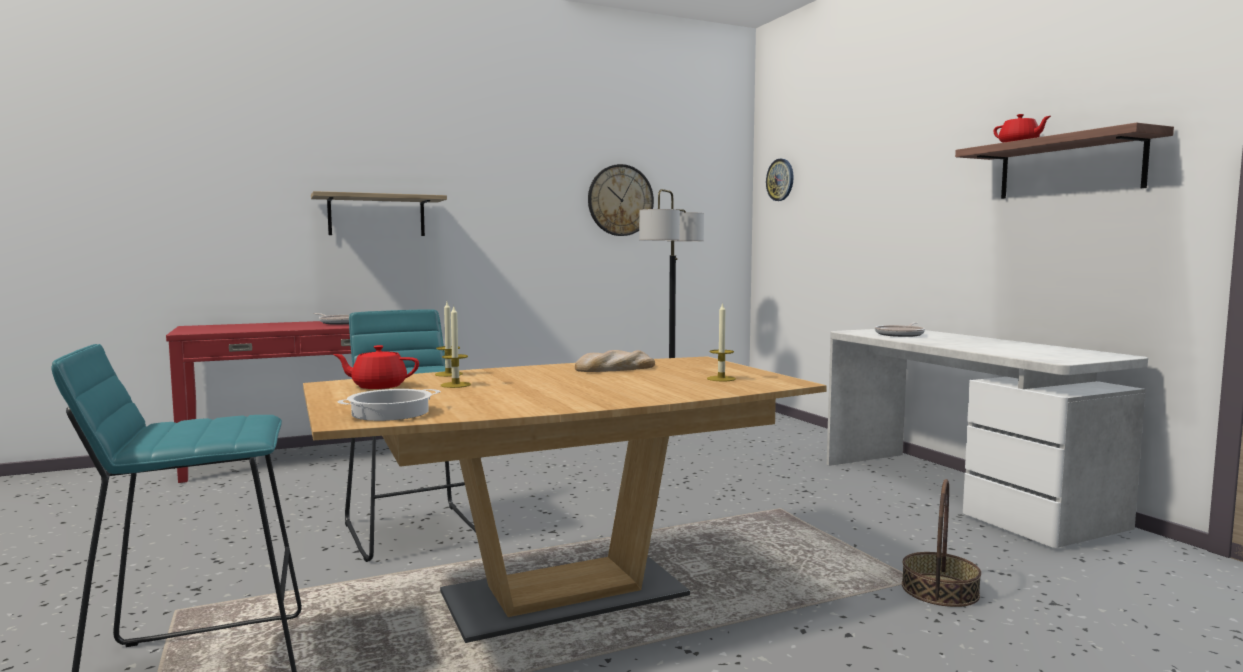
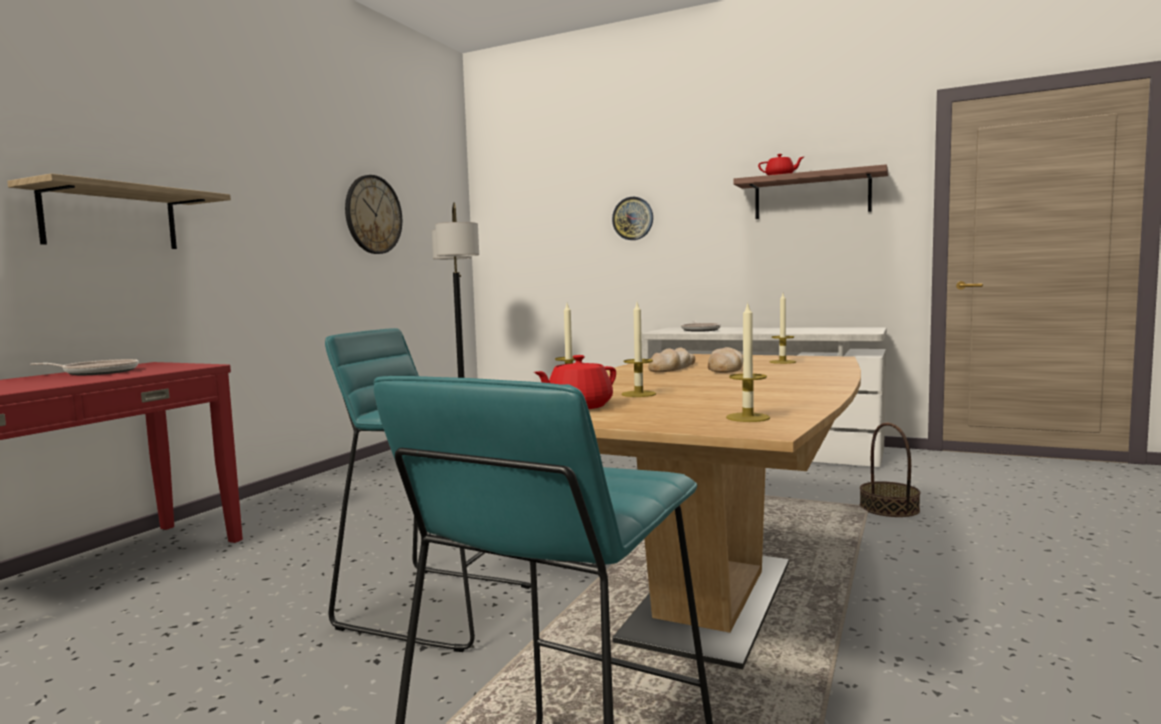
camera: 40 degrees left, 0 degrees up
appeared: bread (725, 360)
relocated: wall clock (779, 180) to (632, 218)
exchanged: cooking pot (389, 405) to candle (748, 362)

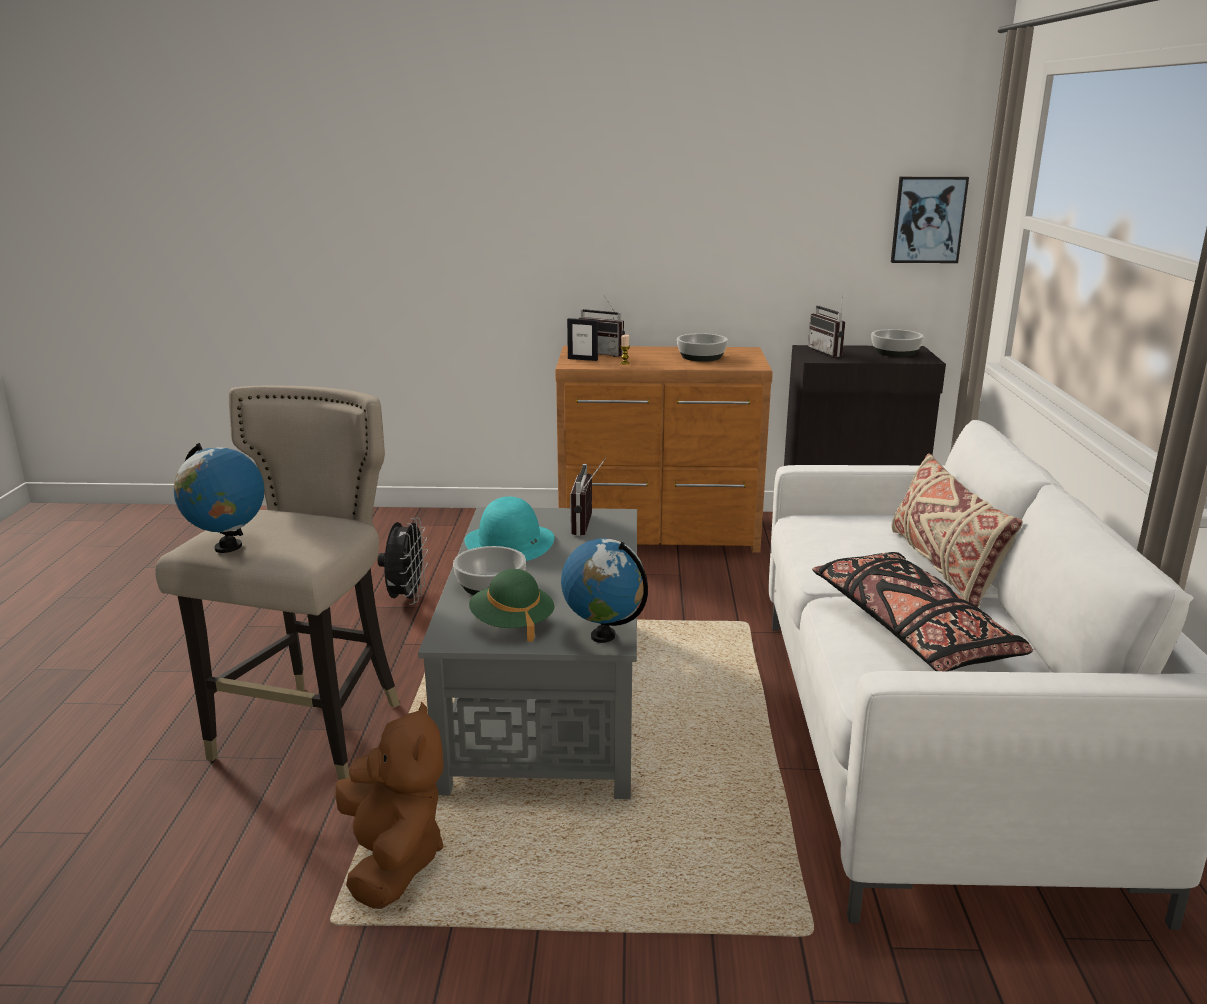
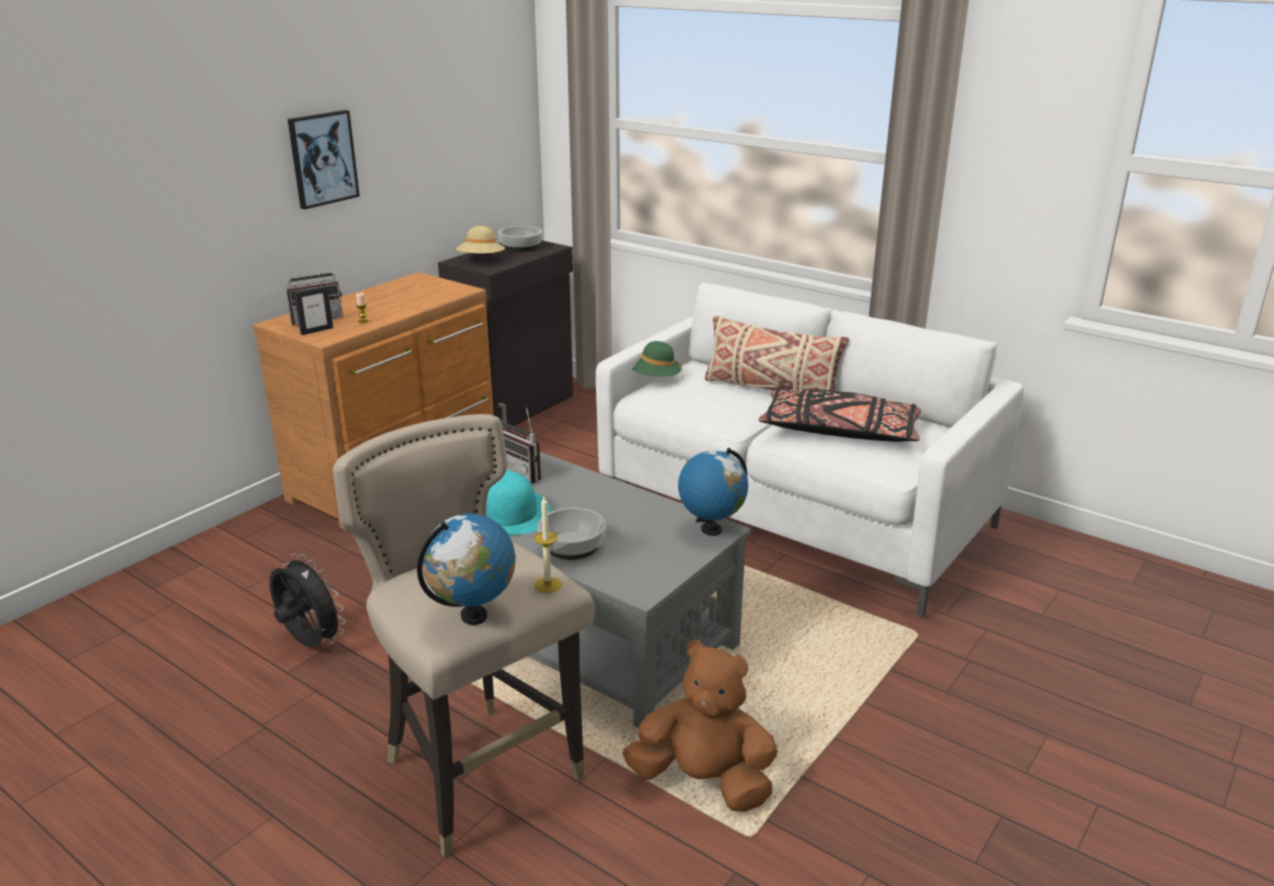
camera: 55 degrees left, 5 degrees up
missing: bowl (702, 347)
appeared: candle (548, 545)
relocated: picture (930, 220) to (324, 159); green hat (512, 605) to (657, 358)
exchanged: radio (826, 326) to beige hat (480, 240)

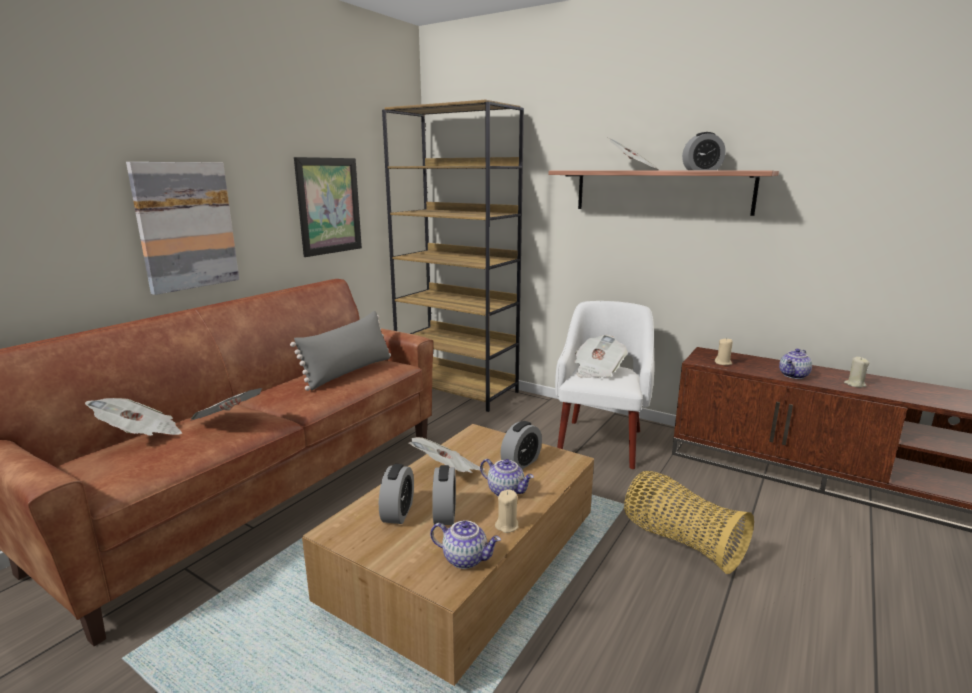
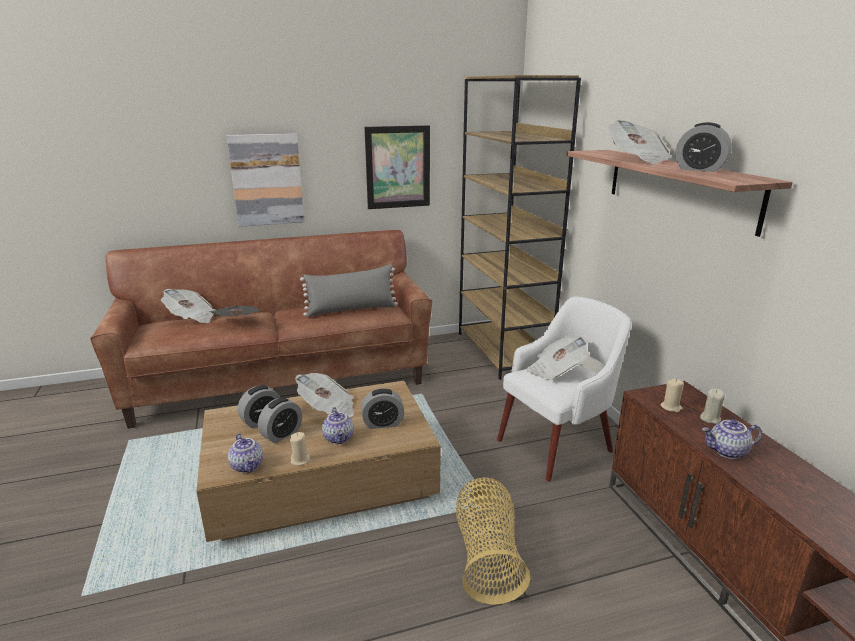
camera: 40 degrees right, 5 degrees up
relocated: beige candle (857, 372) to (712, 406)

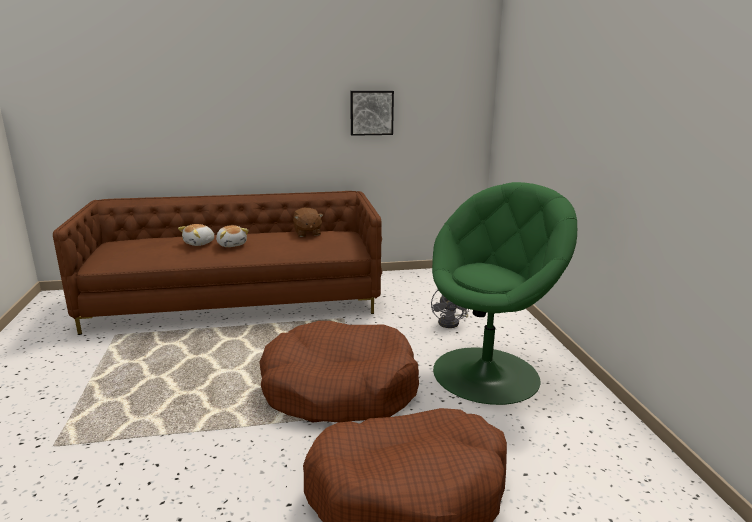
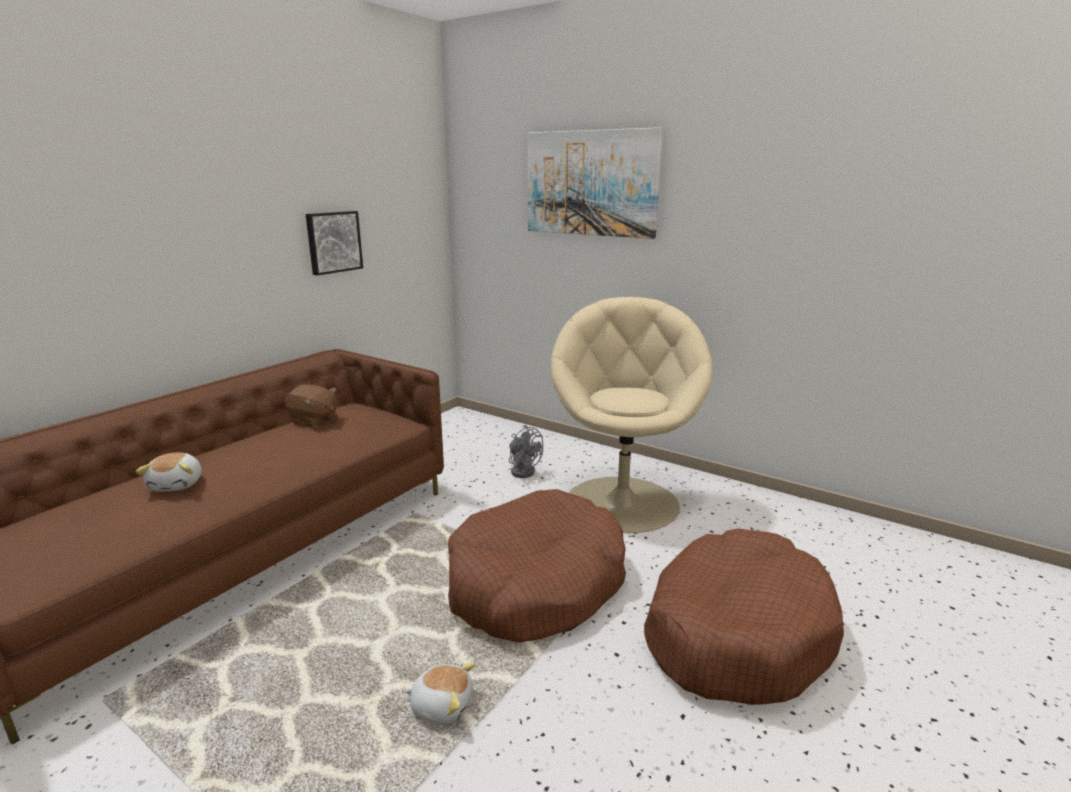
camera: 45 degrees left, 0 degrees up
appeared: picture (595, 183)
relocated: plush toy (232, 236) to (440, 693)
colour: green armchair (504, 293) to beige armchair (631, 415)

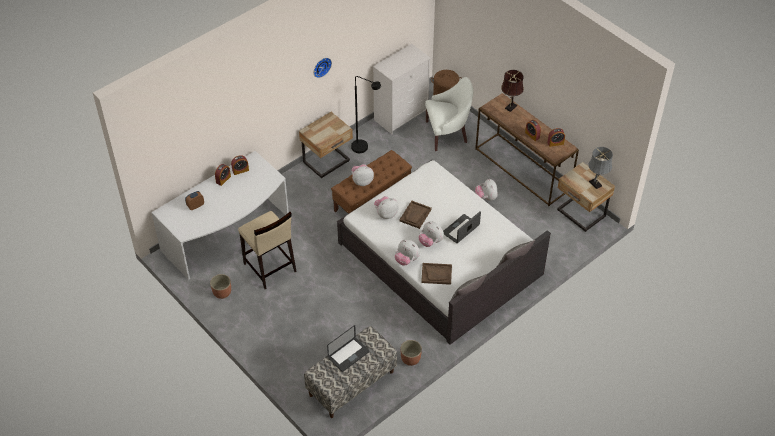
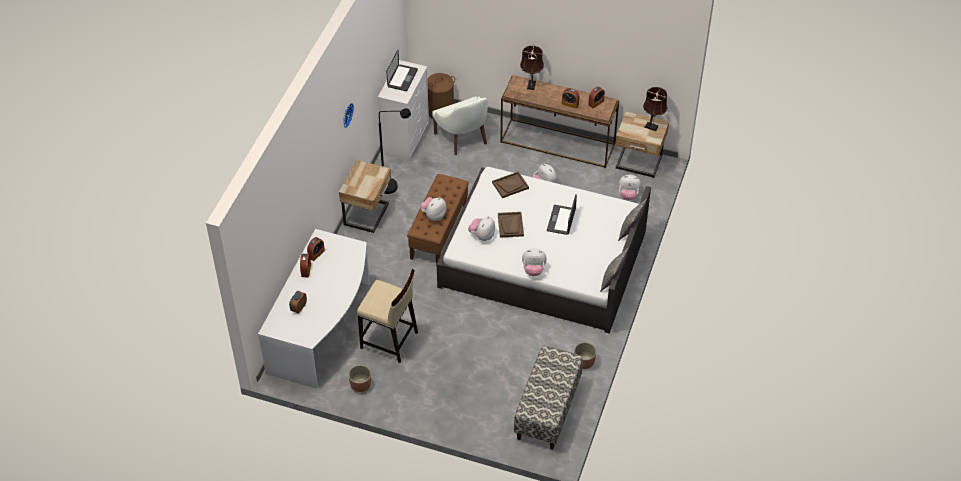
camera: 30 degrees left, 0 degrees up
relocated: laptop (348, 348) to (402, 70); brown tray (436, 274) to (510, 184); plush toy (431, 234) to (630, 187)
colour: grey table lamp (601, 168) to brown table lamp (655, 109)
spun: white armchair (449, 114) = (460, 125) 105 degrees clockwise

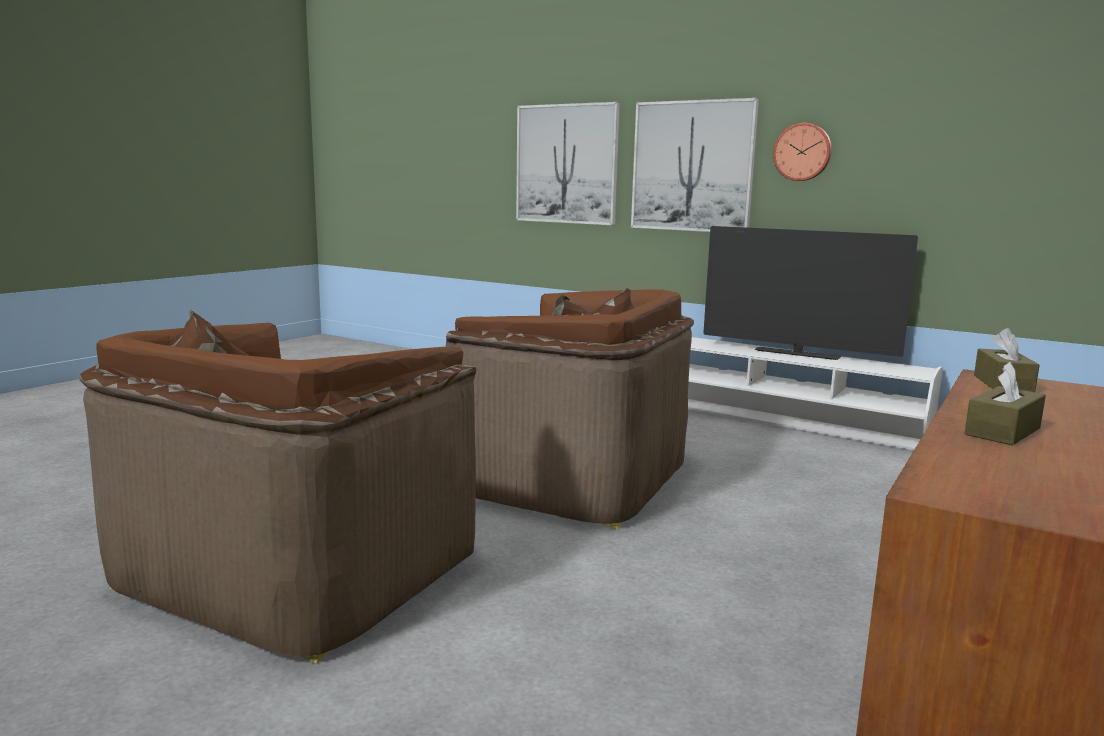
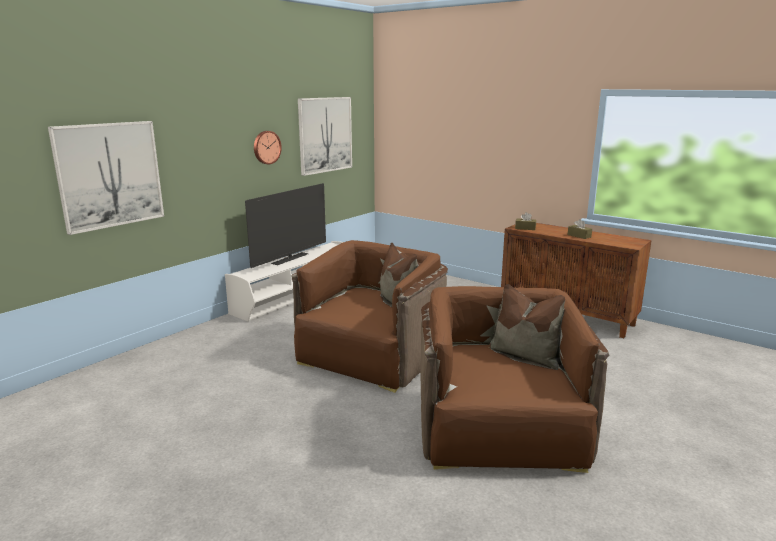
camera: 85 degrees left, 5 degrees up
relocated: picture (695, 165) to (325, 136)
spun: brown armchair (278, 486) = (515, 378) 120 degrees counterclockwise

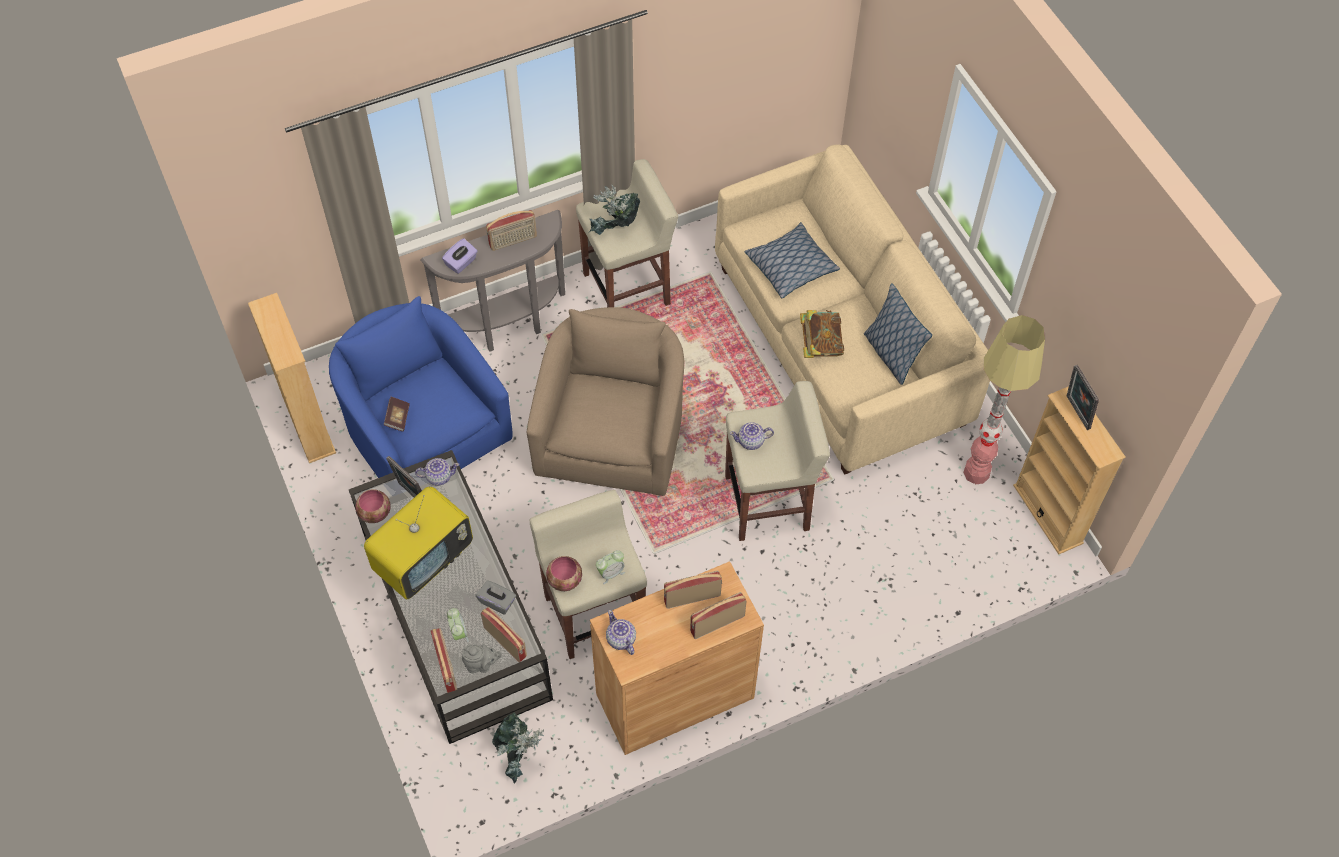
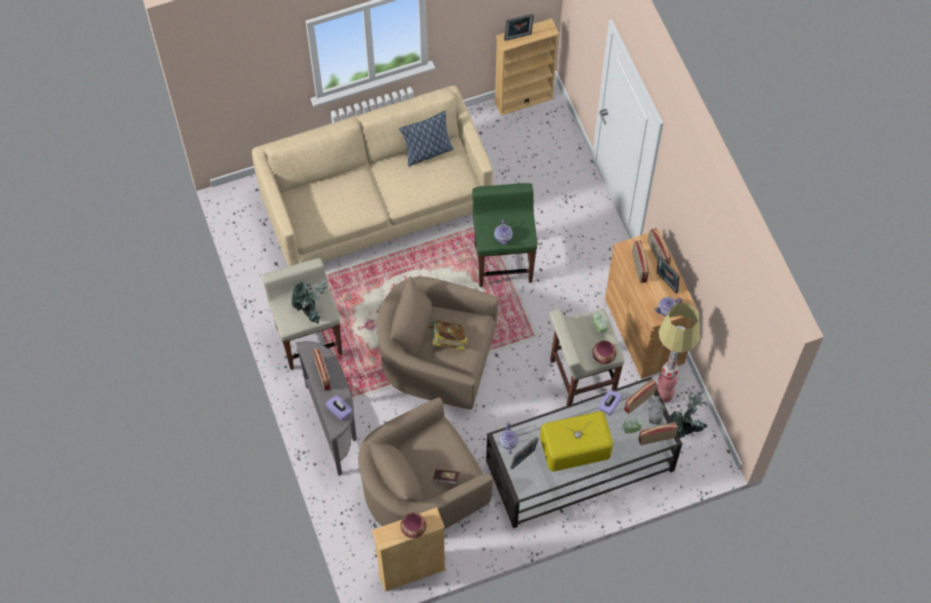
camera: 85 degrees left, 5 degrees up
missing: pillow (792, 260)
appeared: picture frame (668, 274)
relocated: bowl (373, 506) to (413, 525); book (822, 334) to (448, 335); floor lamp (1004, 399) to (678, 353)
colour: blue armchair (421, 387) to beige armchair (425, 463); beige stool (777, 461) to green stool (504, 235); grey tissue box (496, 598) to purple tissue box (610, 403)
spun: television (418, 543) = (576, 441) 60 degrees counterclockwise

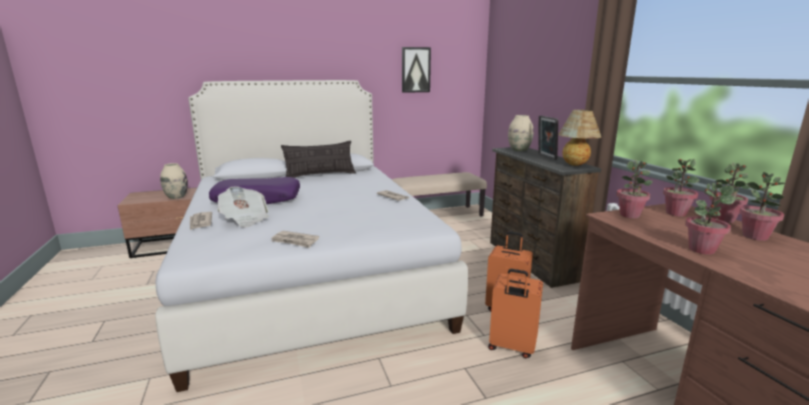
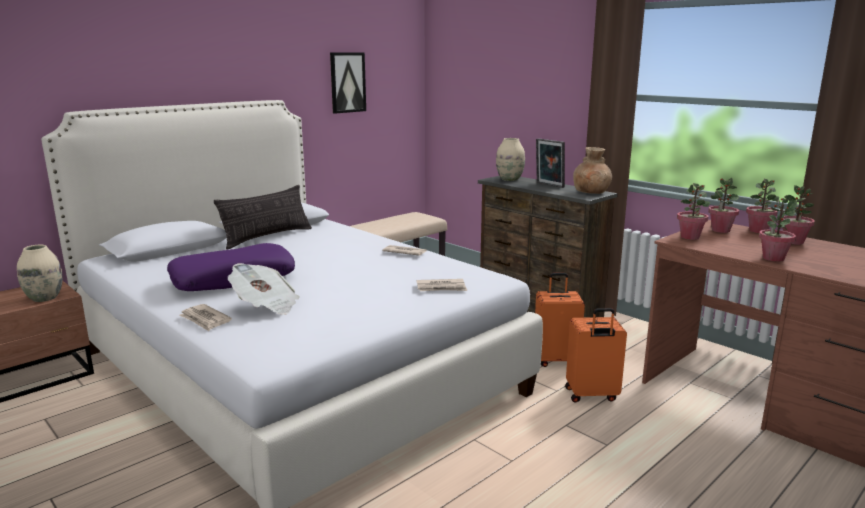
camera: 25 degrees left, 0 degrees up
relocated: newspaper (295, 239) to (441, 285)
exchanged: table lamp (579, 138) to brown vase (592, 170)

